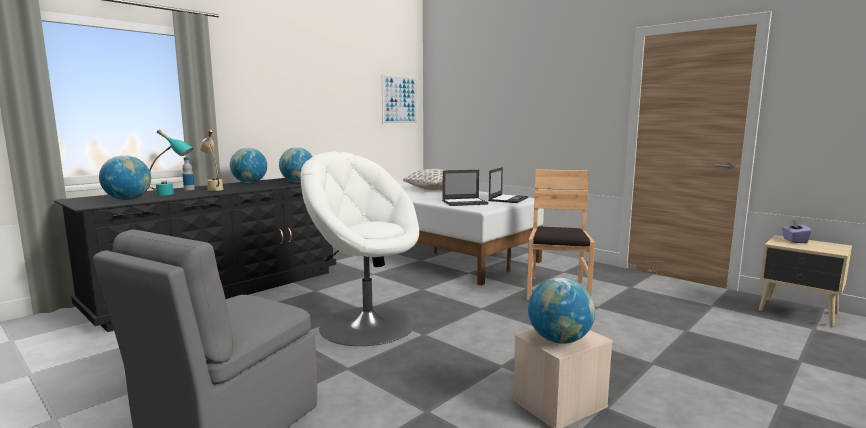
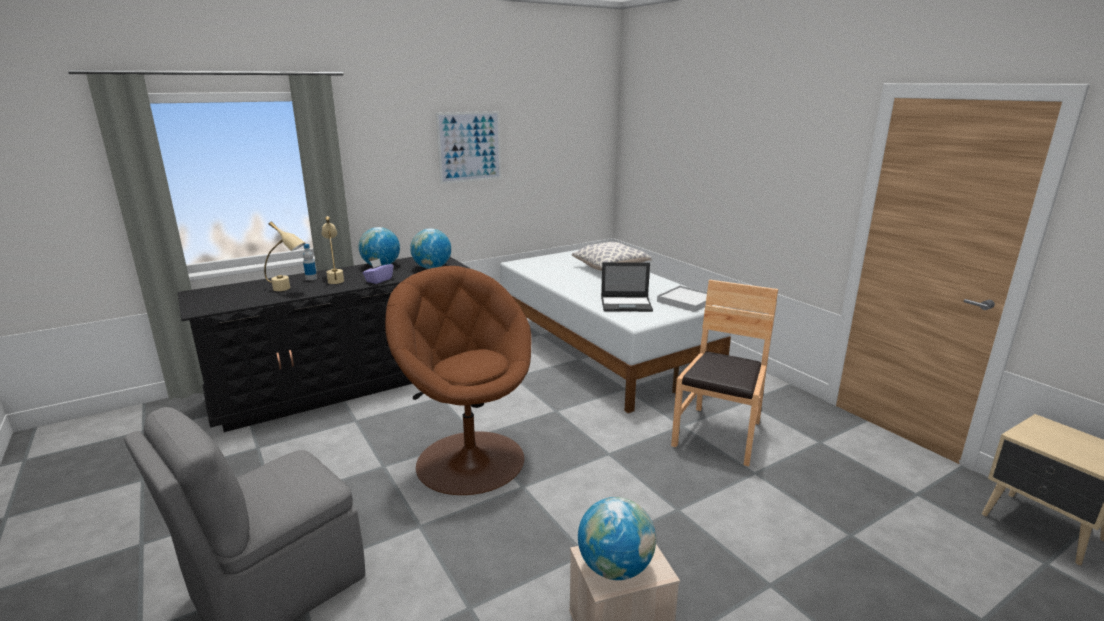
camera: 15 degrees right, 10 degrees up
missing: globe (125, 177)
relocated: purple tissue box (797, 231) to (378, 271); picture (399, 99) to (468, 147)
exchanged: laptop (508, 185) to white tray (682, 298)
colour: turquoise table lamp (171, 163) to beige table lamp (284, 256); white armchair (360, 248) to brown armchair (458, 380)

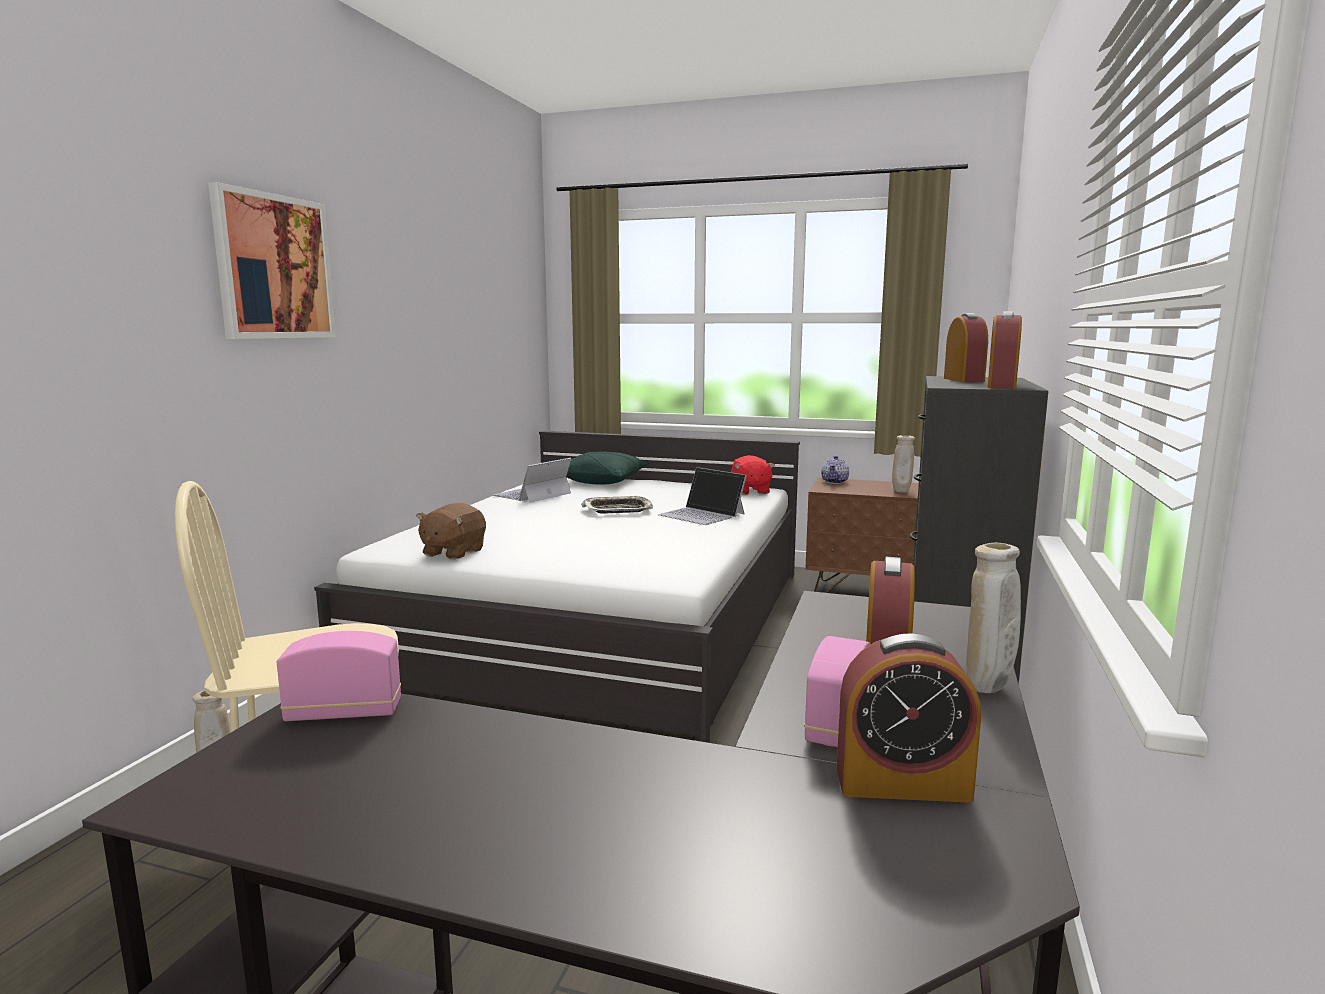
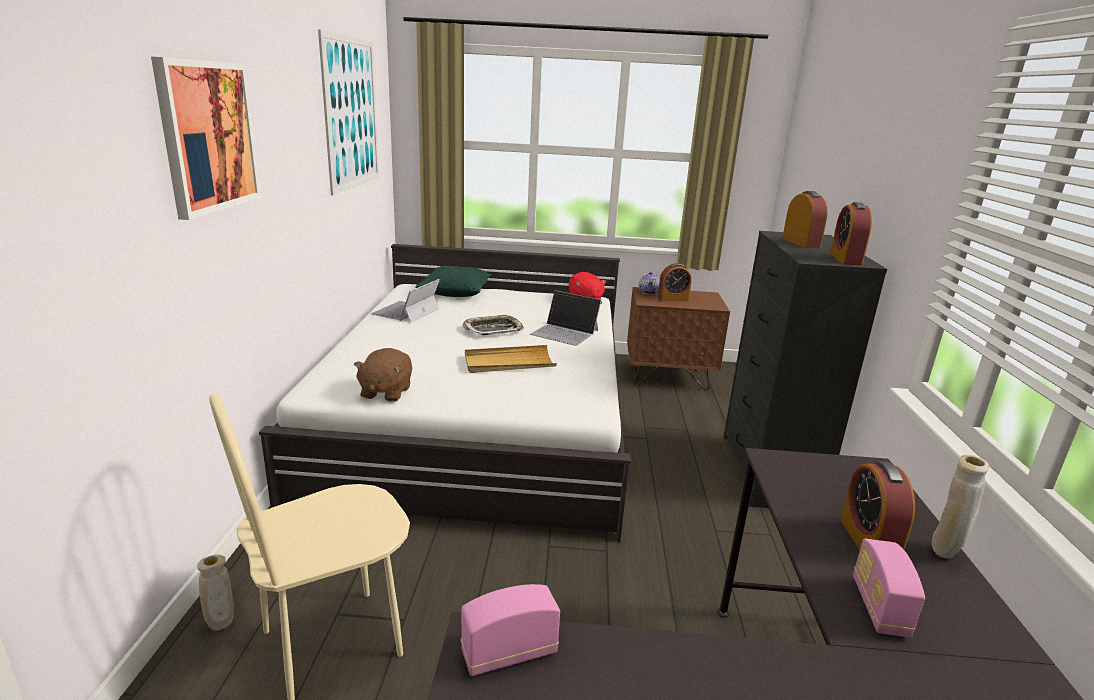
camera: 15 degrees left, 10 degrees up
missing: beige vase (903, 464)
appeared: picture (348, 113); beige tray (511, 359)
relocated: alarm clock (909, 718) to (675, 282)

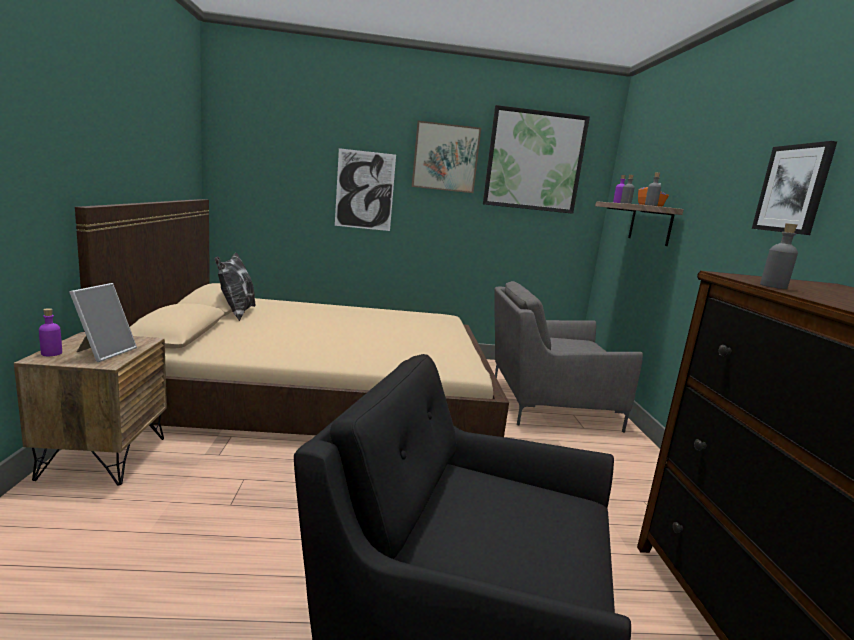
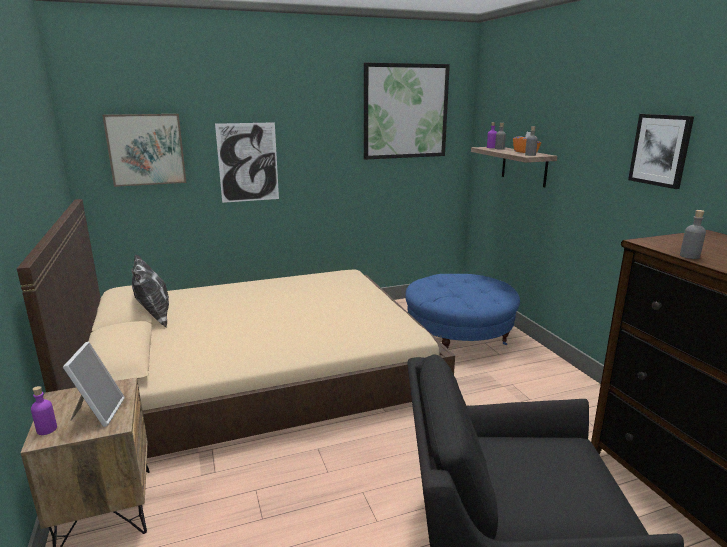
camera: 15 degrees left, 5 degrees up
relocated: picture (446, 157) to (144, 150)
exchanged: grey armchair (568, 356) to blue ottoman (462, 311)

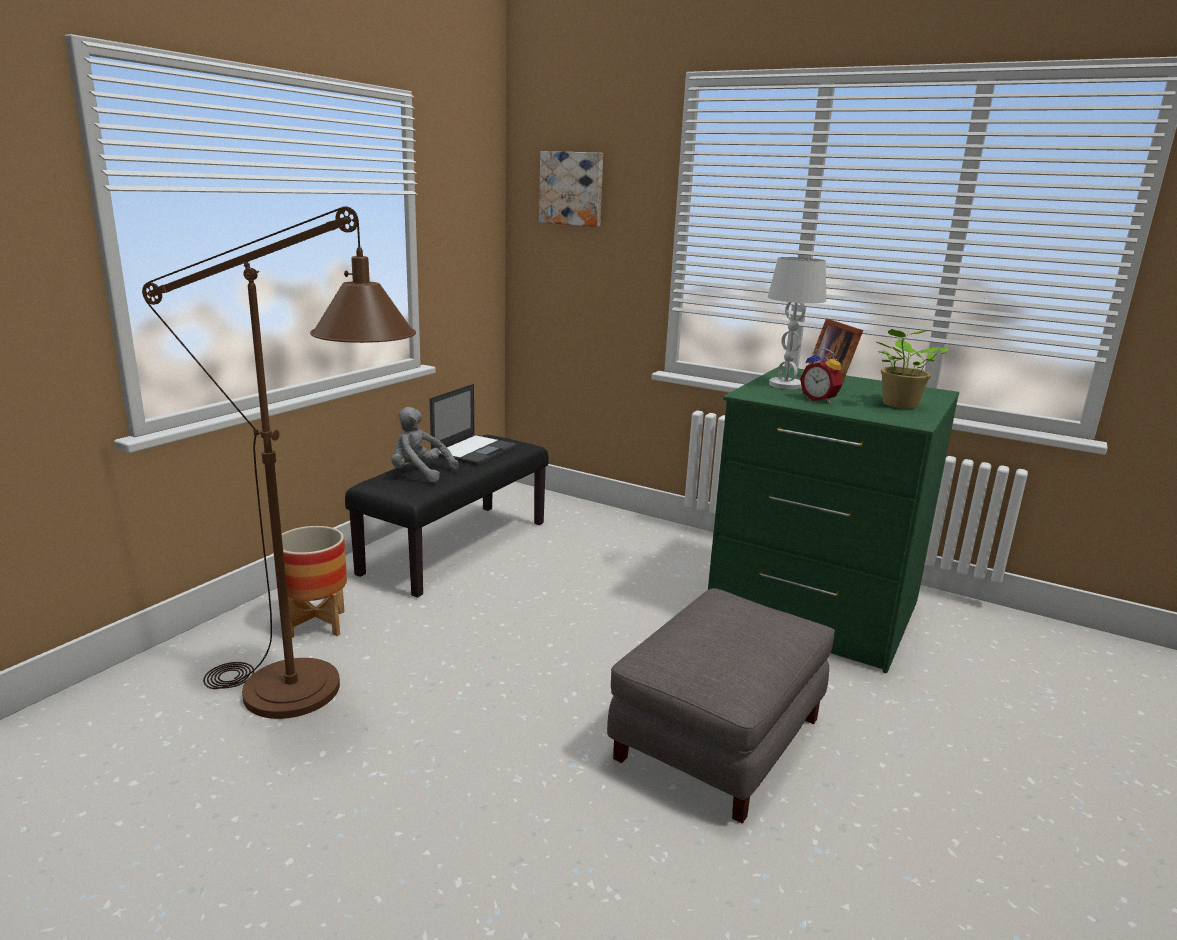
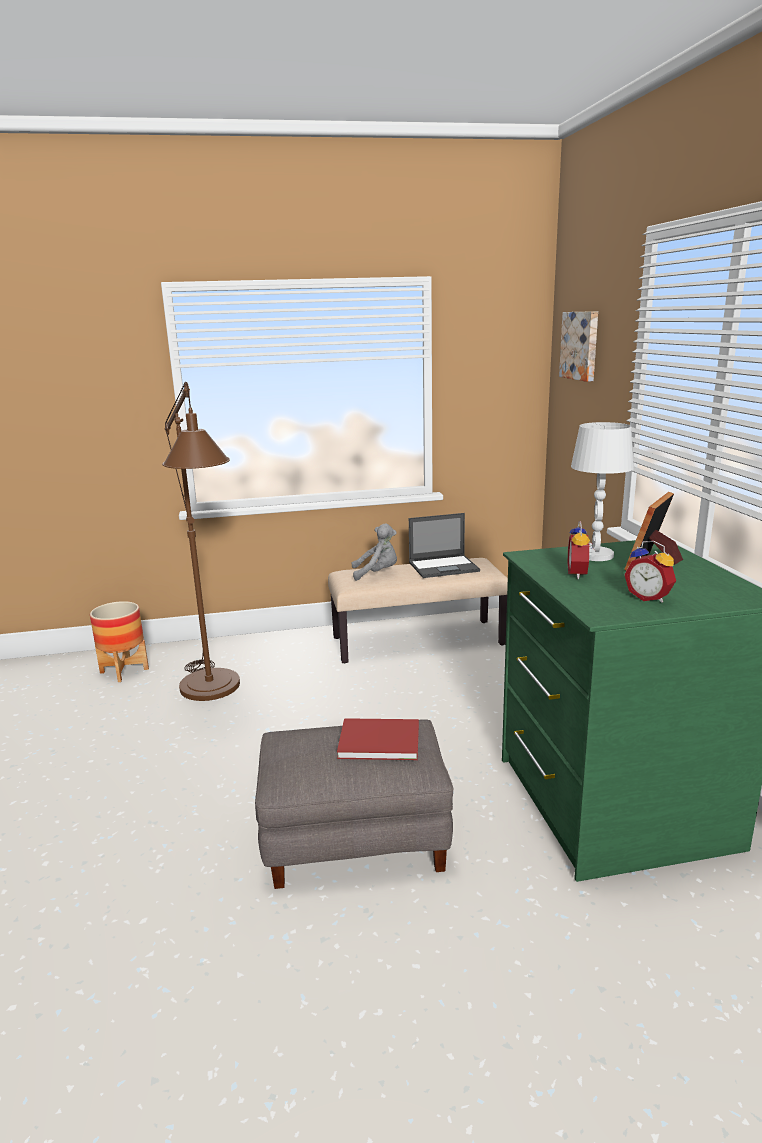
camera: 50 degrees right, 0 degrees up
appeared: red book (378, 739)
relocated: planter (314, 582) to (119, 641)
exchanged: potted plant (911, 369) to alarm clock (650, 572)
colour: black bench (447, 516) to beige bench (418, 610)
spun: grey plush toy (425, 444) = (374, 552) 105 degrees clockwise

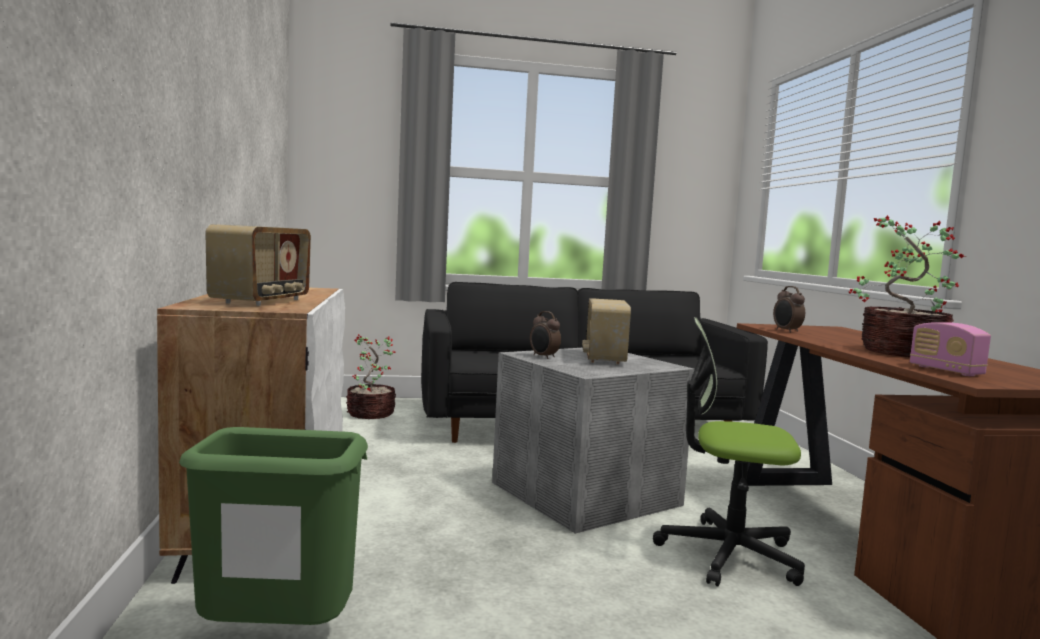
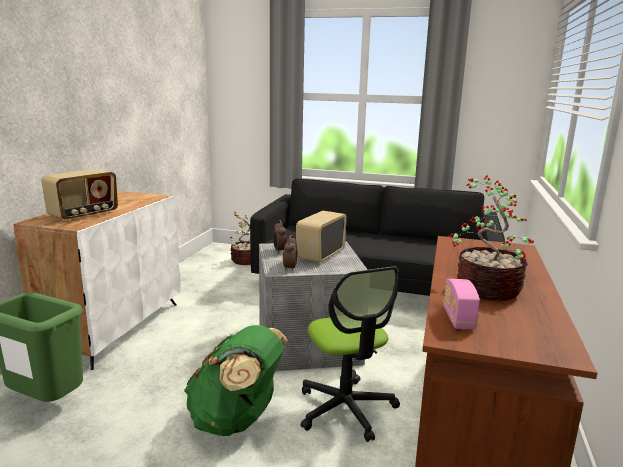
camera: 25 degrees right, 10 degrees up
appeared: green backpack (236, 380)
relocated: alarm clock (789, 309) to (290, 253)
spun: office chair (729, 452) = (350, 354) 150 degrees counterclockwise

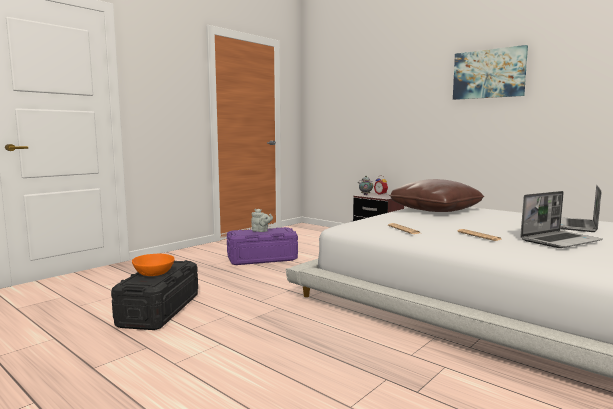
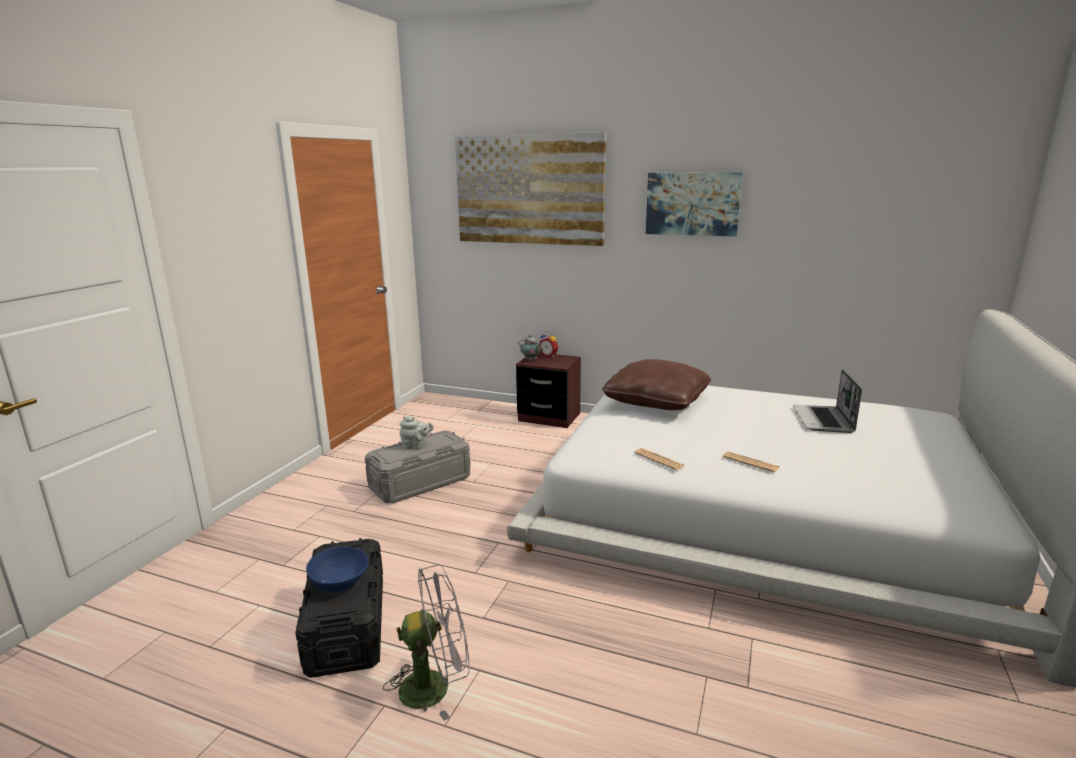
camera: 20 degrees left, 10 degrees up
missing: laptop (561, 219)
appeared: grey fan (426, 642); picture (530, 189)
colour: orange bowl (153, 265) to blue bowl (337, 569); purple storage box (262, 246) to grey storage box (418, 467)

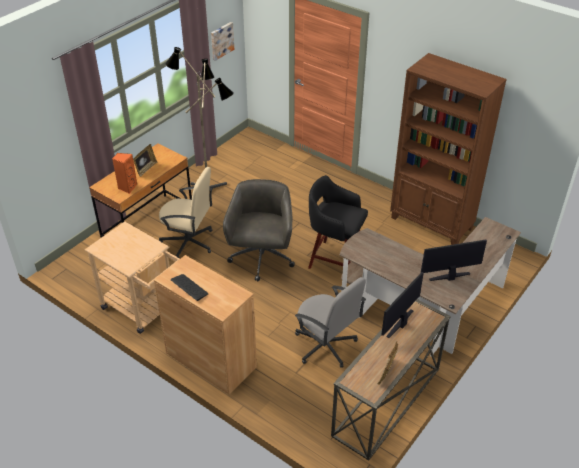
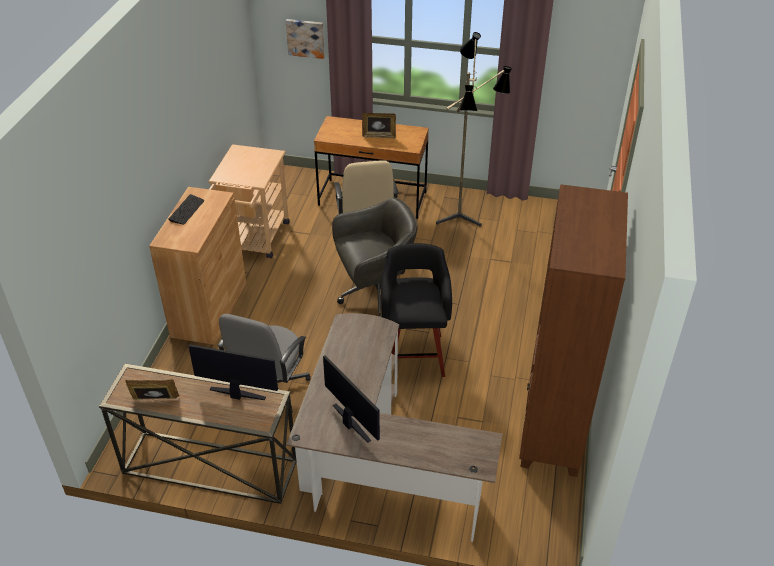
camera: 65 degrees right, 0 degrees up
missing: orange speaker (124, 173)
relocated: picture (222, 41) to (305, 39)

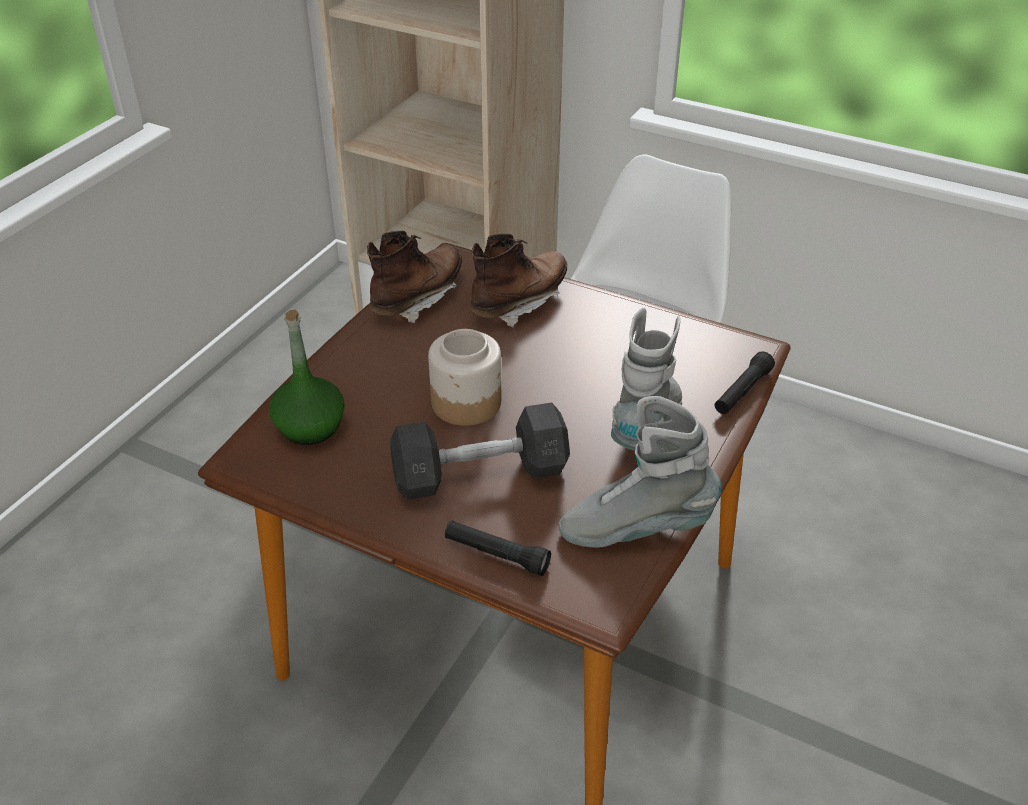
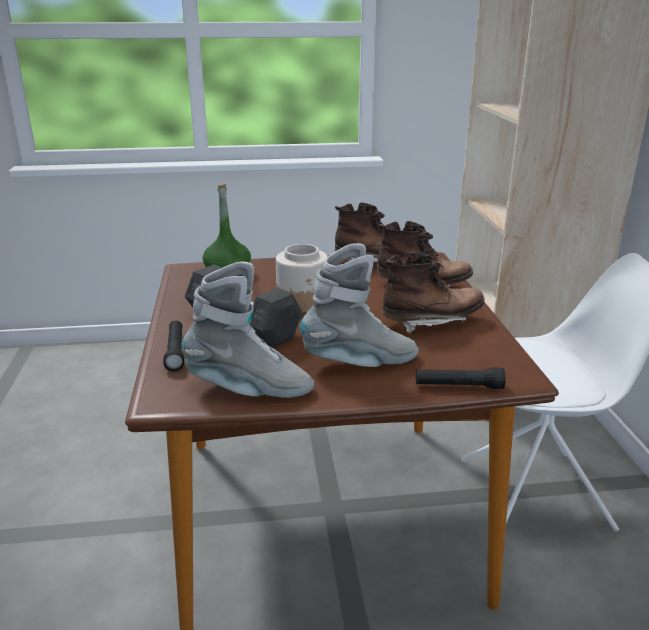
camera: 55 degrees right, 15 degrees down
appeared: brown boot (433, 293)
spun: grey boot (640, 472) = (248, 329) 135 degrees clockwise

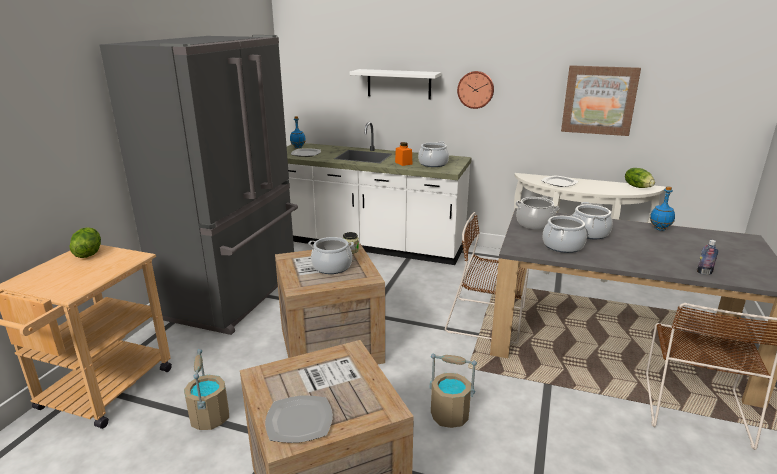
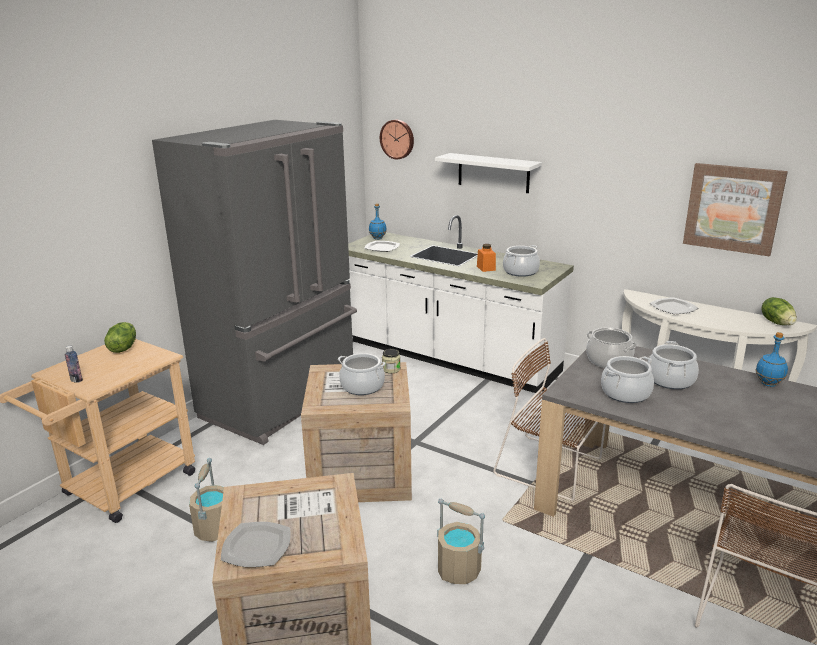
camera: 15 degrees right, 0 degrees up
relocated: bottle (707, 257) to (74, 364); wall clock (475, 90) to (397, 139)

